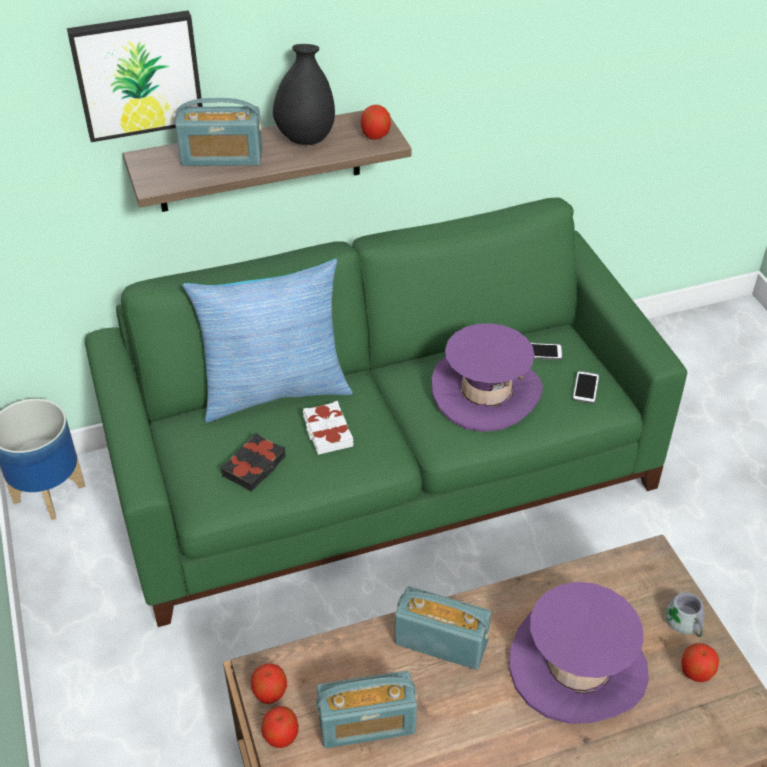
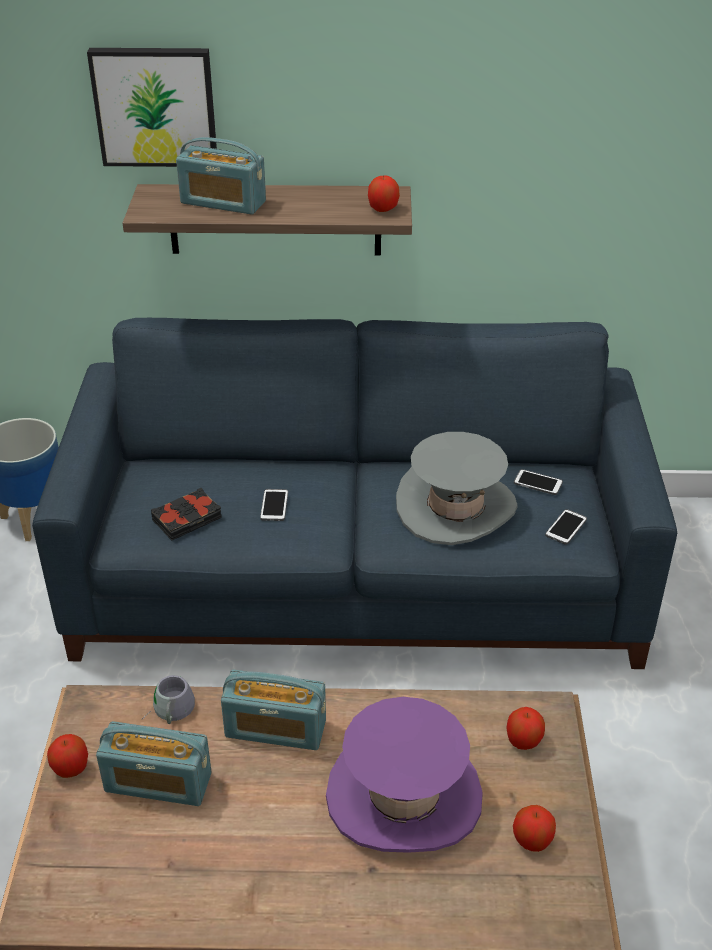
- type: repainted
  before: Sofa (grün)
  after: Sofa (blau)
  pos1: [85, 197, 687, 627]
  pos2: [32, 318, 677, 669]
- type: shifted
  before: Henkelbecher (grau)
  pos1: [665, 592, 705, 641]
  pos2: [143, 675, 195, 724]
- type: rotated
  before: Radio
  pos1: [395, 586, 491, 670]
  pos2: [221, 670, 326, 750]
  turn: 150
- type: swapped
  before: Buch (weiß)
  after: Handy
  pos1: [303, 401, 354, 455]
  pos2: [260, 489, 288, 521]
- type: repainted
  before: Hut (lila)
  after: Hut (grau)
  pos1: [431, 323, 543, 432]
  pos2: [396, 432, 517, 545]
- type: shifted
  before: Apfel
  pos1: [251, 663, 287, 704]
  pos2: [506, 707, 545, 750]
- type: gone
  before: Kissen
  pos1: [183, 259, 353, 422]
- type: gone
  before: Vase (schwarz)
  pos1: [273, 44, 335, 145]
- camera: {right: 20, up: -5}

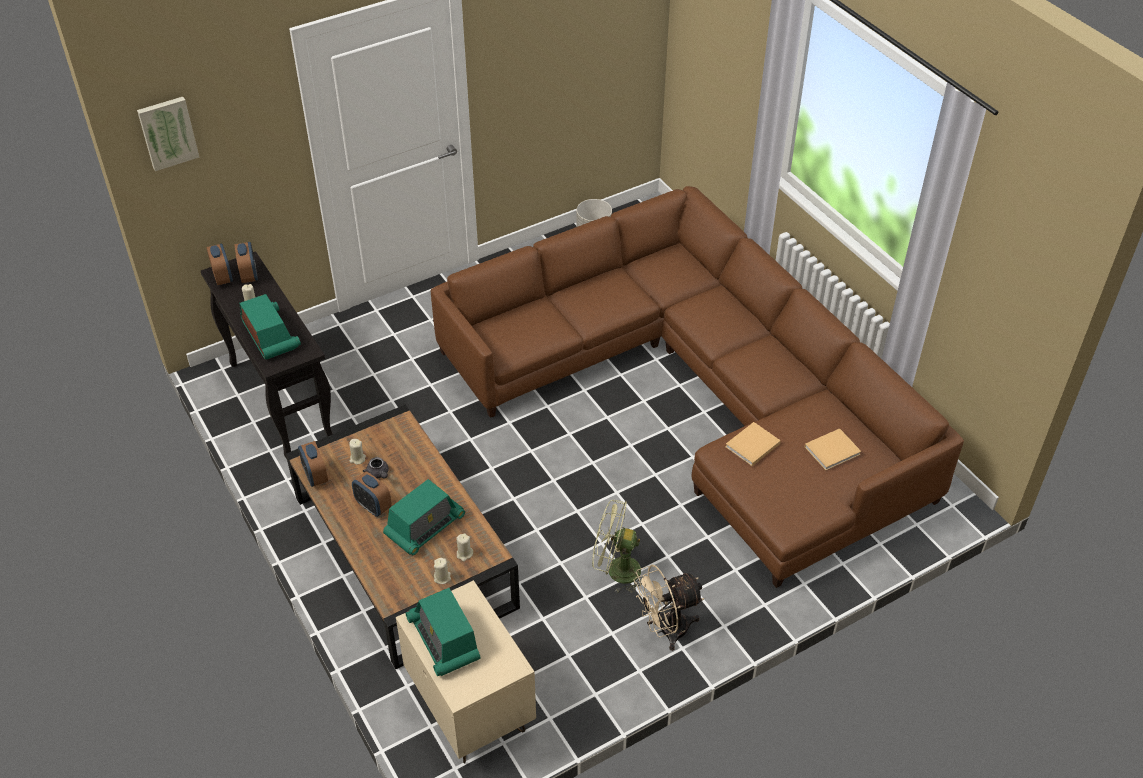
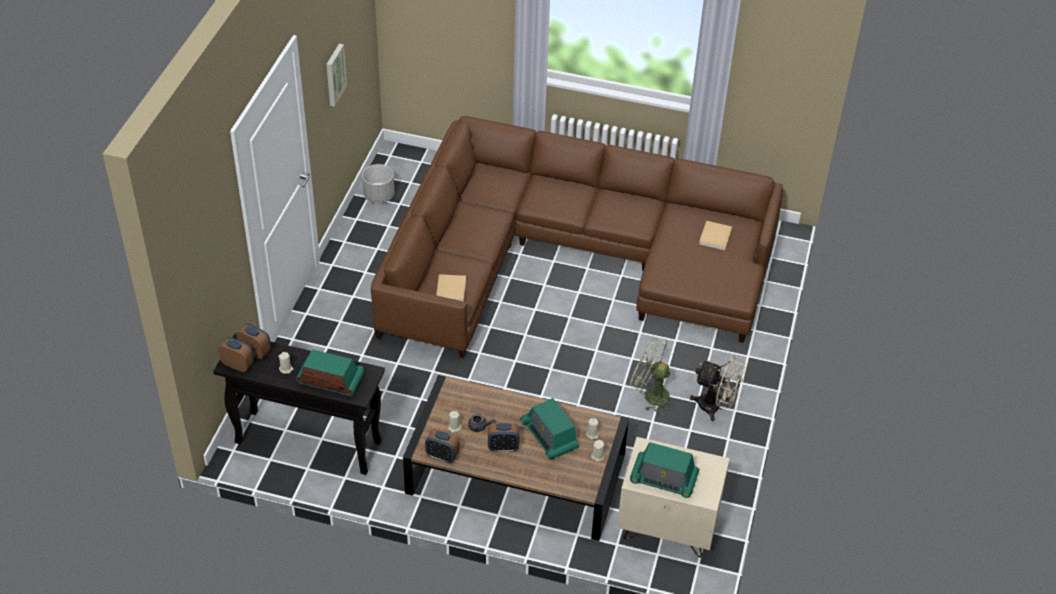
- type: shifted
  before: Bild
  pos1: [137, 97, 199, 171]
  pos2: [326, 44, 347, 107]
- type: shifted
  before: Buch (beige)
  pos1: [726, 422, 781, 466]
  pos2: [436, 274, 466, 302]
- type: rotated
  before: Radio
  pos1: [383, 479, 465, 555]
  pos2: [520, 398, 579, 459]
  turn: 150
- type: rotated
  before: Ventilator (grün)
  pos1: [592, 500, 643, 593]
  pos2: [630, 338, 674, 413]
  turn: 60
- type: rotated
  before: Ventilator (beige)
  pos1: [634, 564, 704, 651]
  pos2: [690, 356, 746, 421]
  turn: -90
- camera: {right: -45, up: 0}

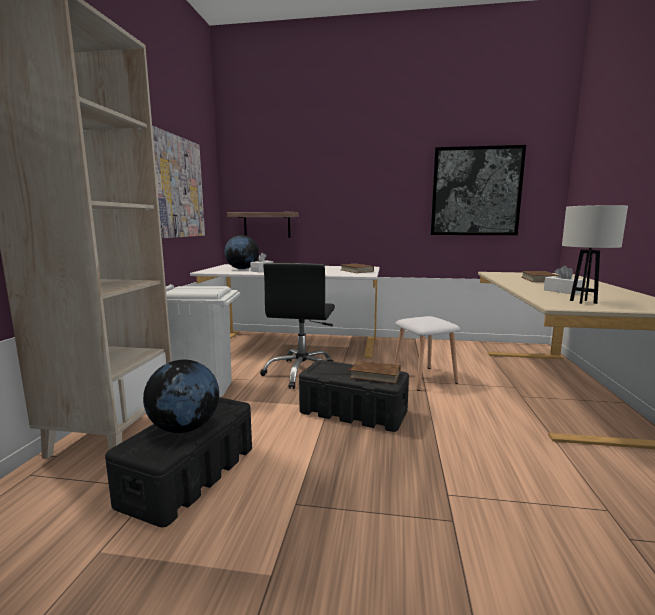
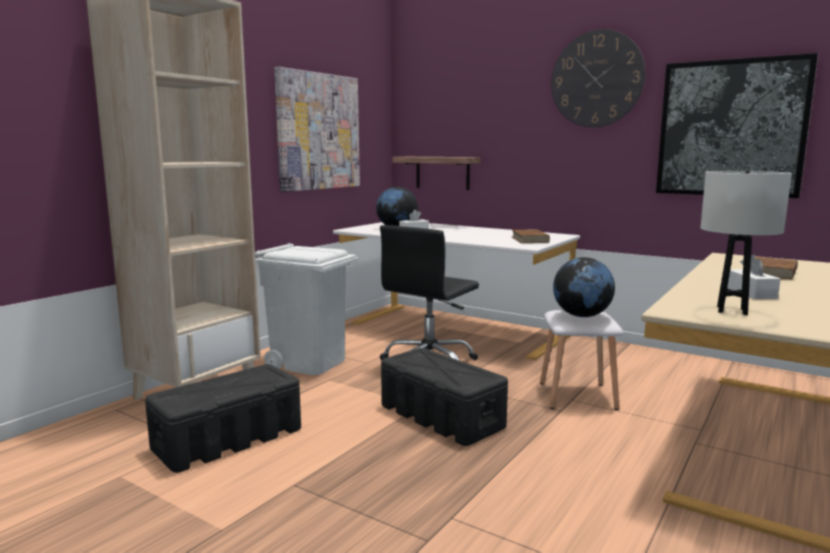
- type: new
  after: Wanduhr
  pos2: [551, 29, 645, 127]
- type: shifted
  before: Globus
  pos1: [143, 360, 219, 433]
  pos2: [553, 257, 615, 317]
- type: gone
  before: Buch (braun)
  pos1: [348, 360, 401, 384]
- camera: {right: 25, up: 0}

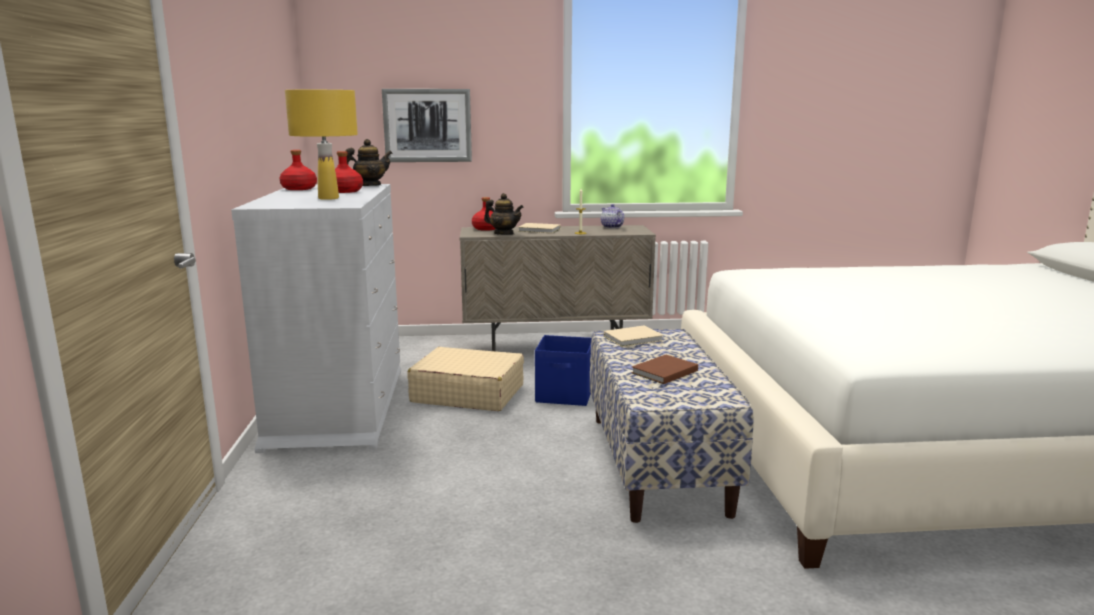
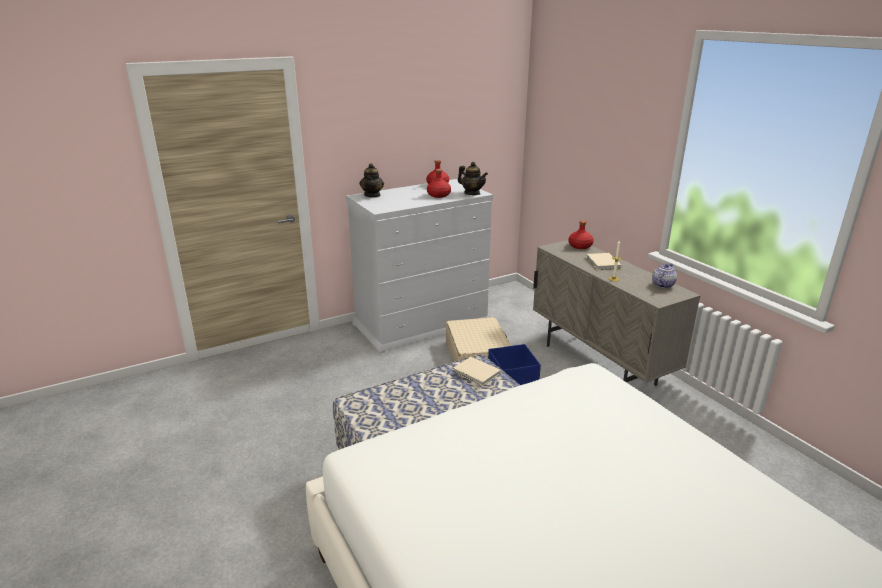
- type: shifted
  before: Teekanne
  pos1: [484, 193, 524, 235]
  pos2: [360, 163, 384, 198]
- type: gone
  before: Tischlampe (gelb)
  pos1: [285, 90, 358, 200]
- type: gone
  before: Bild
  pos1: [382, 89, 472, 162]
- type: gone
  before: Buch (braun)
  pos1: [631, 355, 698, 384]
- camera: {right: 65, up: 10}

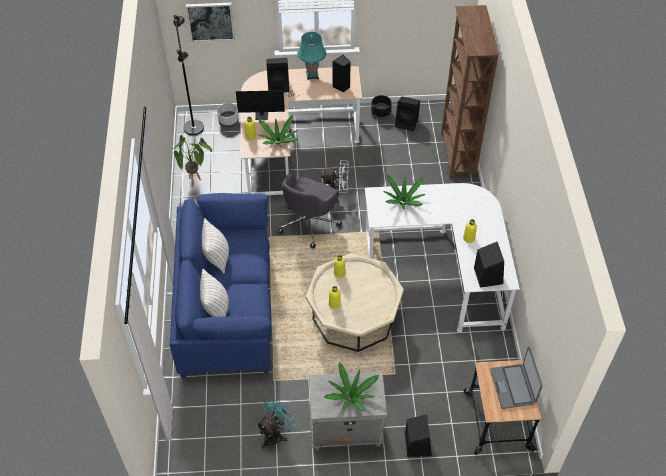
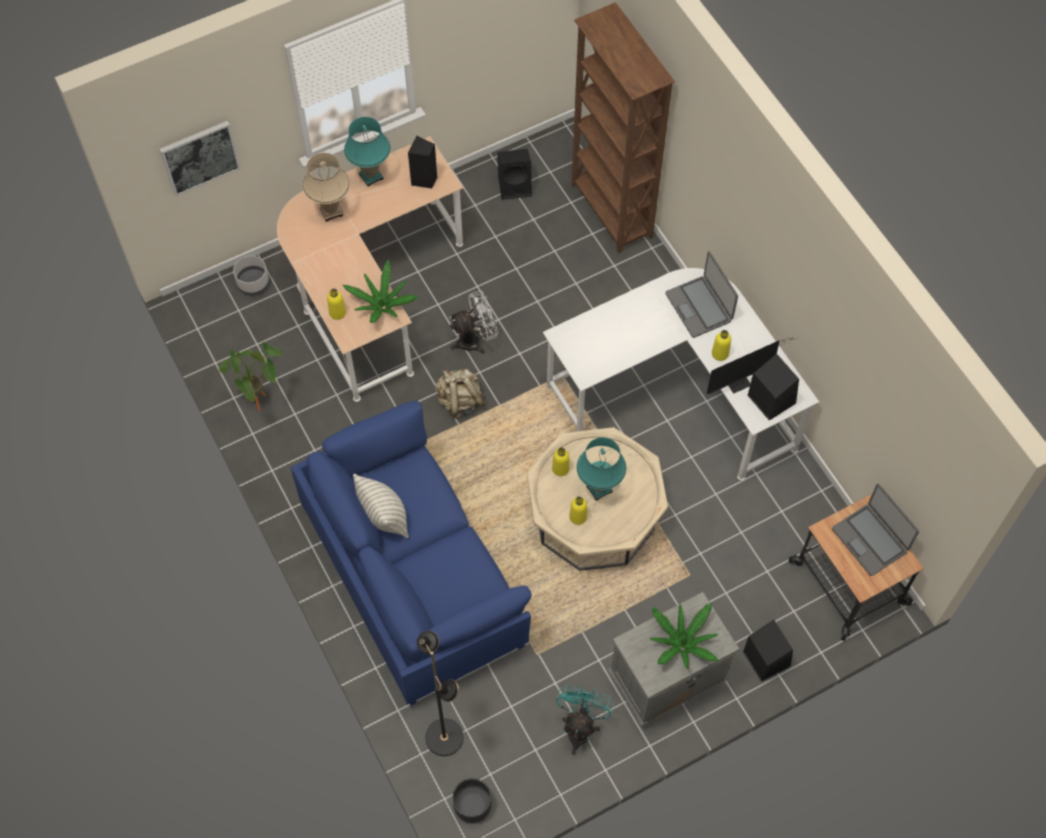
- type: swapped
  before: Lautsprecher (schwarz)
  after: Tischlampe (beige)
  pos1: [266, 58, 289, 92]
  pos2: [303, 153, 350, 222]
- type: shifted
  before: Stehlampe (schwarz)
  pos1: [173, 14, 204, 135]
  pos2: [417, 631, 463, 756]
- type: swapped
  before: Bürostuhl (grau)
  after: Rucksack (beige)
  pos1: [278, 172, 342, 249]
  pos2: [435, 368, 486, 418]
- type: shifted
  before: Pflanzkübel (schwarz)
  pos1: [371, 95, 392, 120]
  pos2: [452, 778, 492, 824]
- type: new
  after: Tischlampe (türkis)
  pos2: [577, 437, 626, 501]
- type: new
  after: Laptop
  pos2: [665, 251, 738, 338]
- type: shifted
  before: Monitor
  pos1: [236, 90, 298, 120]
  pos2: [707, 336, 800, 394]
- type: gone
  before: Kissen
  pos1: [200, 269, 229, 317]
- type: gone
  before: Topfpflanze
  pos1: [383, 174, 425, 209]
- camera: {right: -25, up: 10}

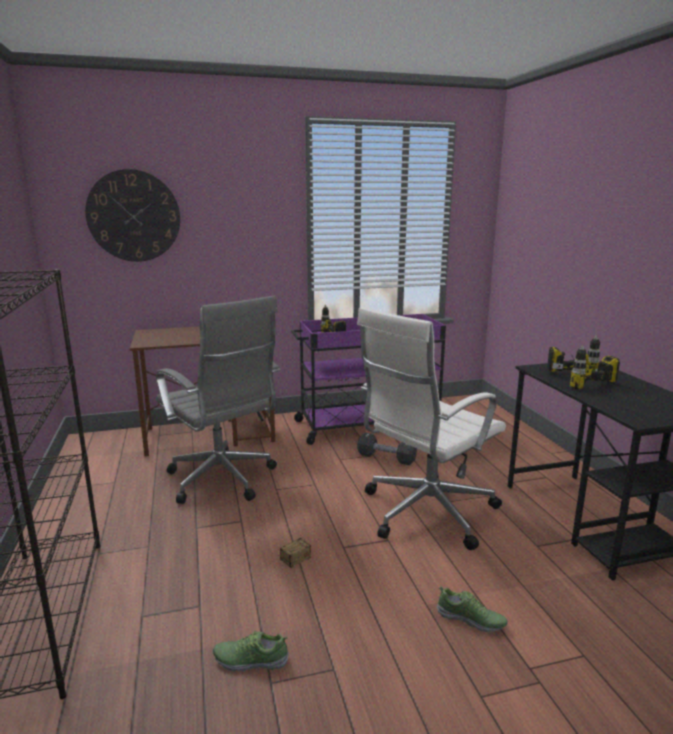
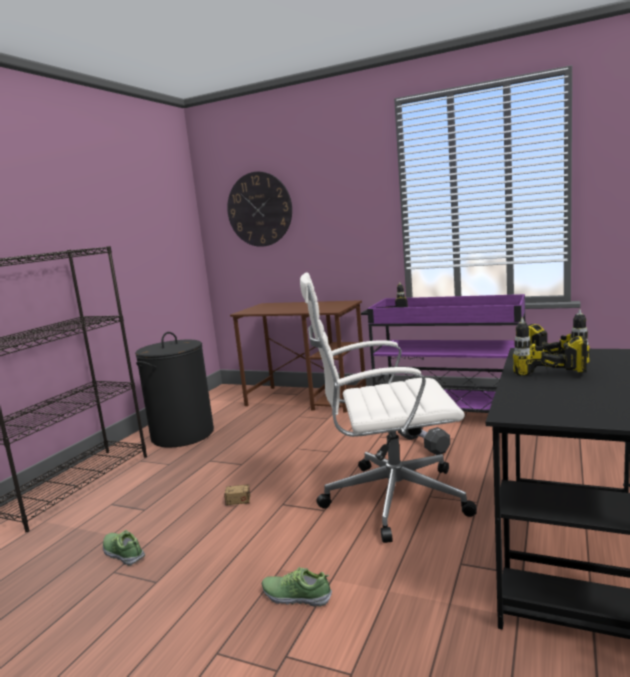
- type: new
  after: Wäschekorb (schwarz)
  pos2: [135, 332, 214, 448]
- type: rotated
  before: Schuh
  pos1: [437, 586, 508, 632]
  pos2: [262, 567, 332, 607]
  turn: 135
- type: gone
  before: Bürostuhl (grau)
  pos1: [156, 296, 281, 504]
- camera: {right: 40, up: -5}

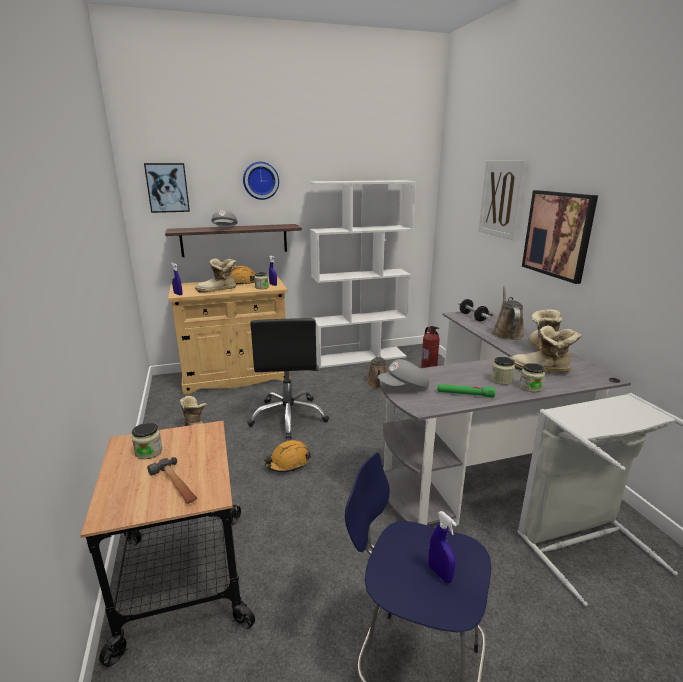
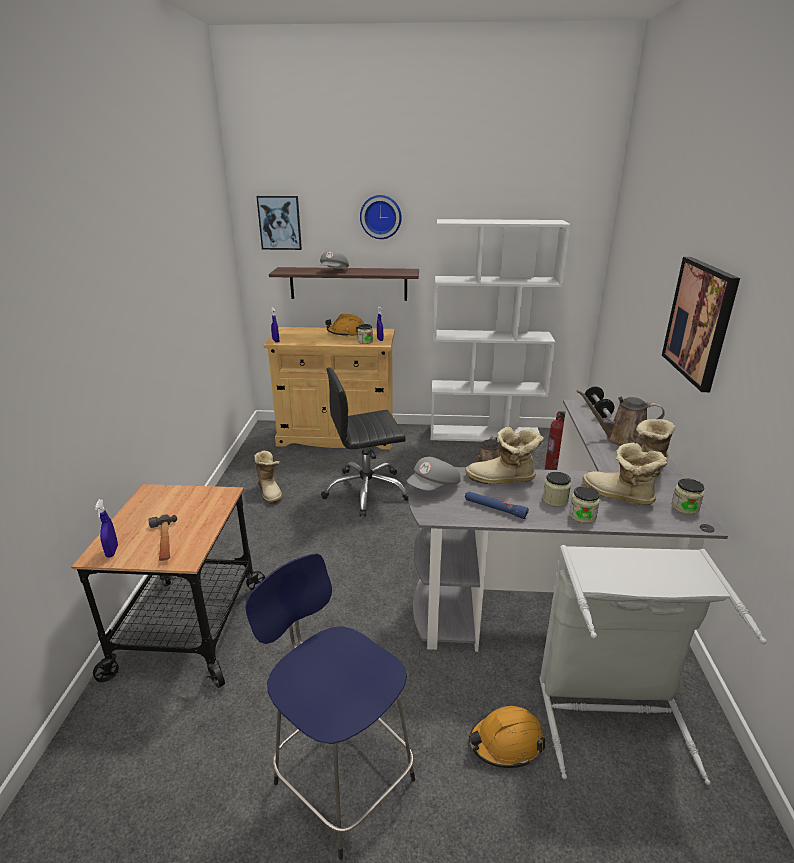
- type: shifted
  before: Sprühflasche (blau)
  pos1: [428, 511, 457, 583]
  pos2: [95, 499, 118, 558]
- type: rotated
  before: Bürostuhl (schwarz)
  pos1: [247, 318, 329, 439]
  pos2: [321, 367, 408, 517]
  turn: 60
- type: rotated
  before: Kappe (grau)
  pos1: [378, 359, 429, 388]
  pos2: [407, 457, 460, 491]
  turn: -45
- type: shifted
  before: Stiefel
  pos1: [195, 259, 237, 293]
  pos2: [465, 427, 544, 484]
- type: repainted
  before: Taschenlampe (grün)
  after: Taschenlampe (blau)
  pos1: [437, 384, 495, 397]
  pos2: [465, 492, 529, 519]
- type: shifted
  before: Schutzhelm (orange)
  pos1: [264, 440, 311, 472]
  pos2: [469, 706, 545, 768]
- type: rotated
  before: Gießkanne (braun)
  pos1: [492, 286, 524, 340]
  pos2: [576, 390, 665, 446]
  turn: -105
- type: shifted
  before: Vorratsglas
  pos1: [132, 423, 163, 459]
  pos2: [671, 479, 704, 514]
- type: gone
  before: Bild
  pos1: [479, 160, 526, 240]
- camera: {right: 20, up: 5}

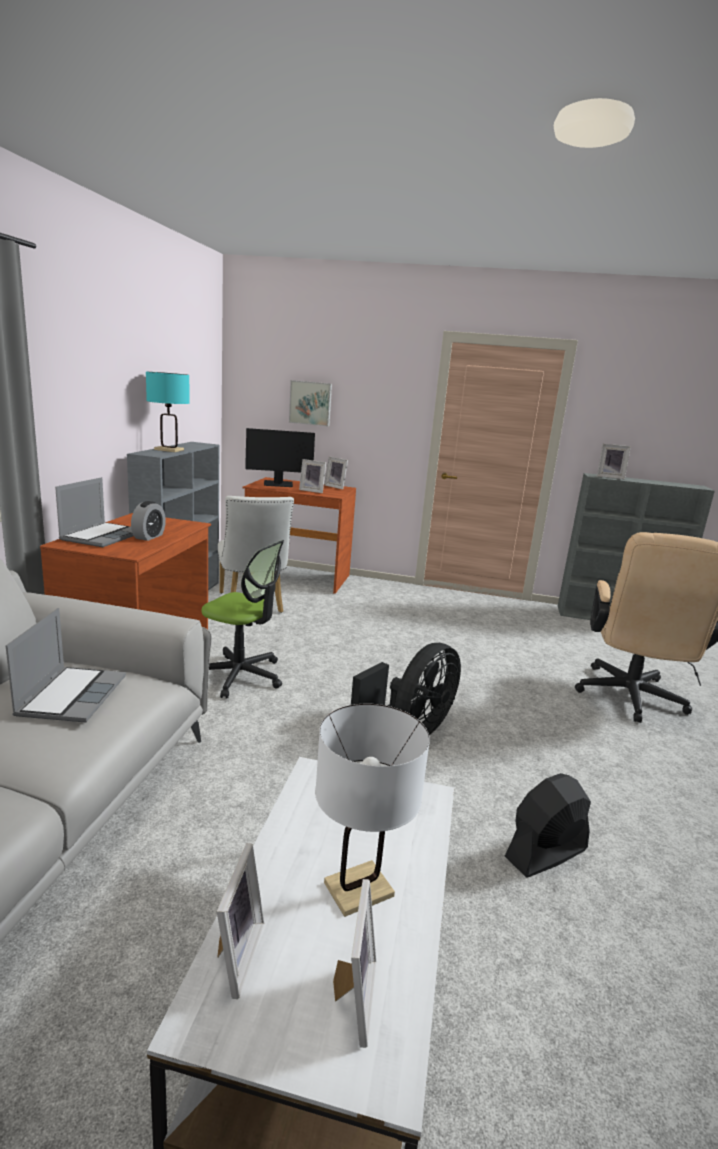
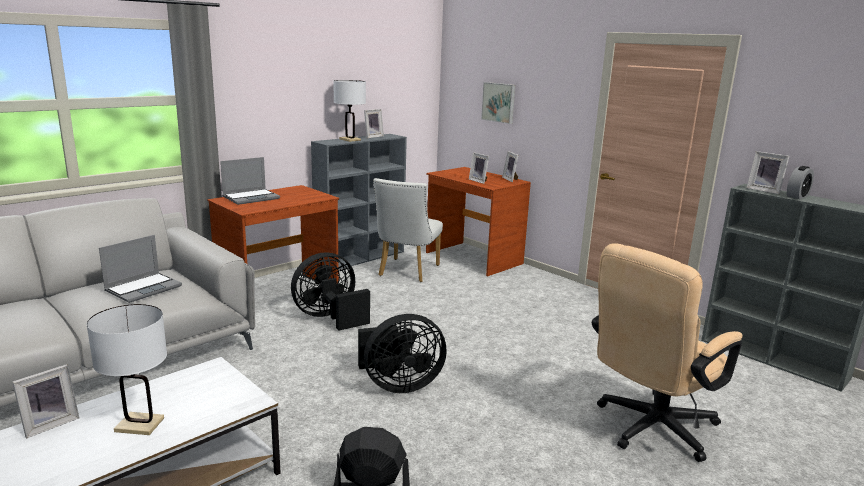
- type: swapped
  before: Bürostuhl
  after: Ventilator (schwarz)
  pos1: [201, 540, 284, 699]
  pos2: [291, 252, 370, 331]
- type: repainted
  before: Tischlampe (türkis)
  after: Tischlampe (weiß)
  pos1: [146, 372, 190, 452]
  pos2: [333, 80, 366, 142]
- type: shifted
  before: Bilderrahmen
  pos1: [333, 879, 376, 1048]
  pos2: [364, 109, 384, 138]
- type: shifted
  before: Wecker
  pos1: [131, 501, 166, 541]
  pos2: [787, 166, 814, 199]
- type: gone
  before: Monitor
  pos1: [245, 428, 315, 487]
- camera: {right: 35, up: 0}

